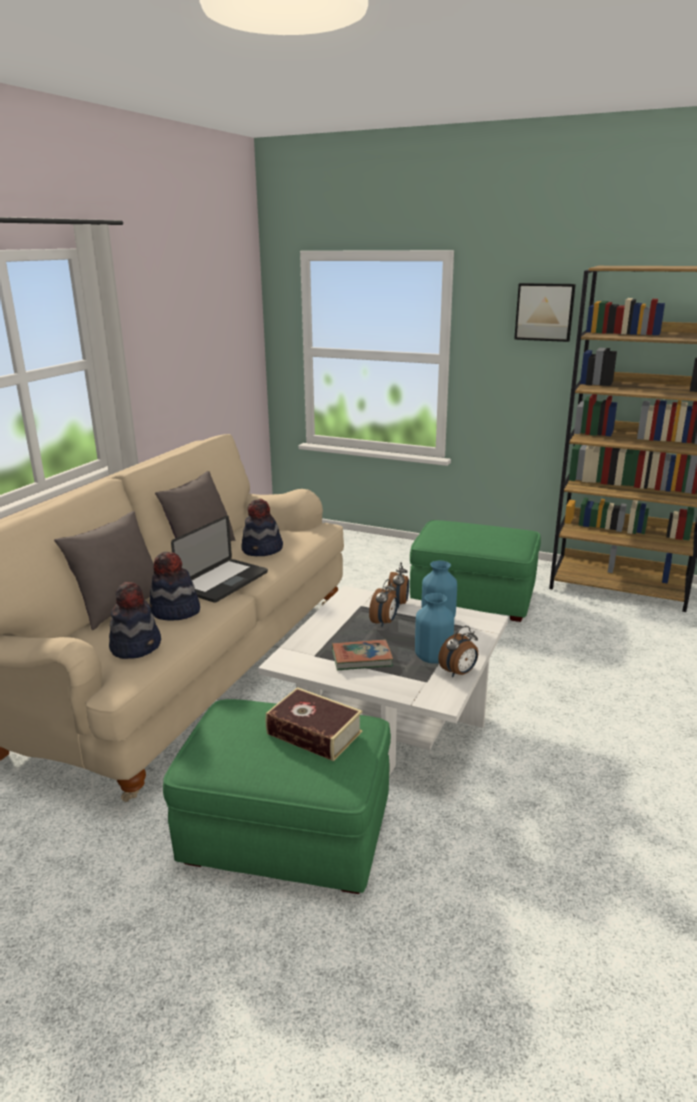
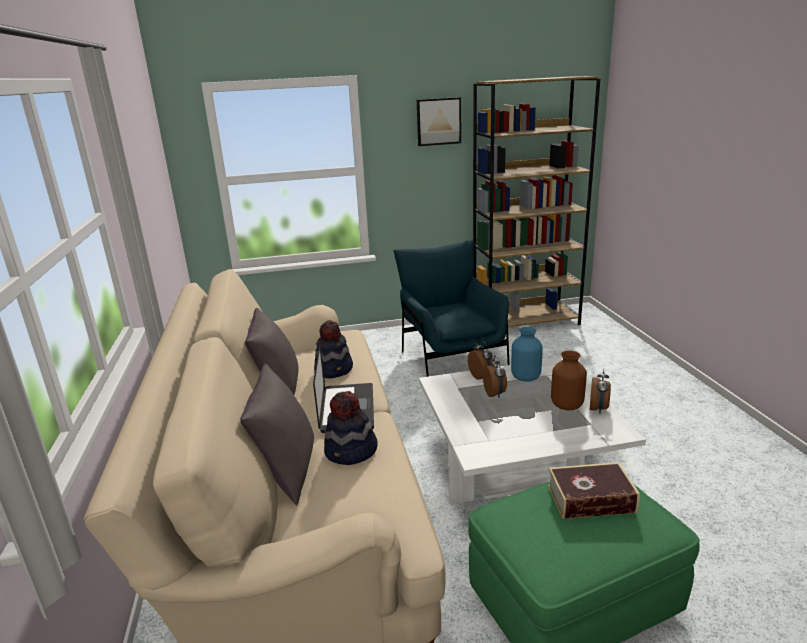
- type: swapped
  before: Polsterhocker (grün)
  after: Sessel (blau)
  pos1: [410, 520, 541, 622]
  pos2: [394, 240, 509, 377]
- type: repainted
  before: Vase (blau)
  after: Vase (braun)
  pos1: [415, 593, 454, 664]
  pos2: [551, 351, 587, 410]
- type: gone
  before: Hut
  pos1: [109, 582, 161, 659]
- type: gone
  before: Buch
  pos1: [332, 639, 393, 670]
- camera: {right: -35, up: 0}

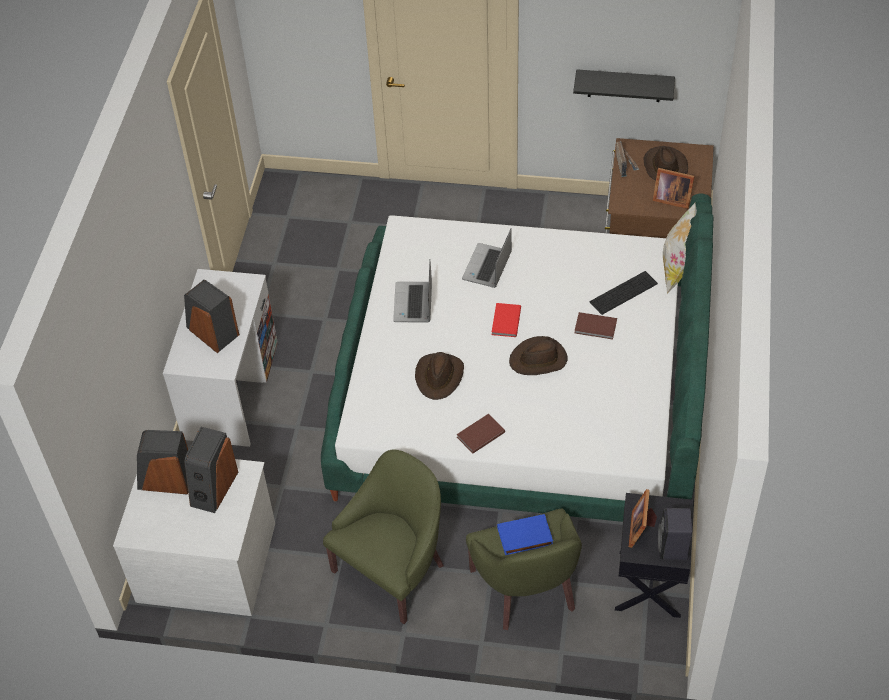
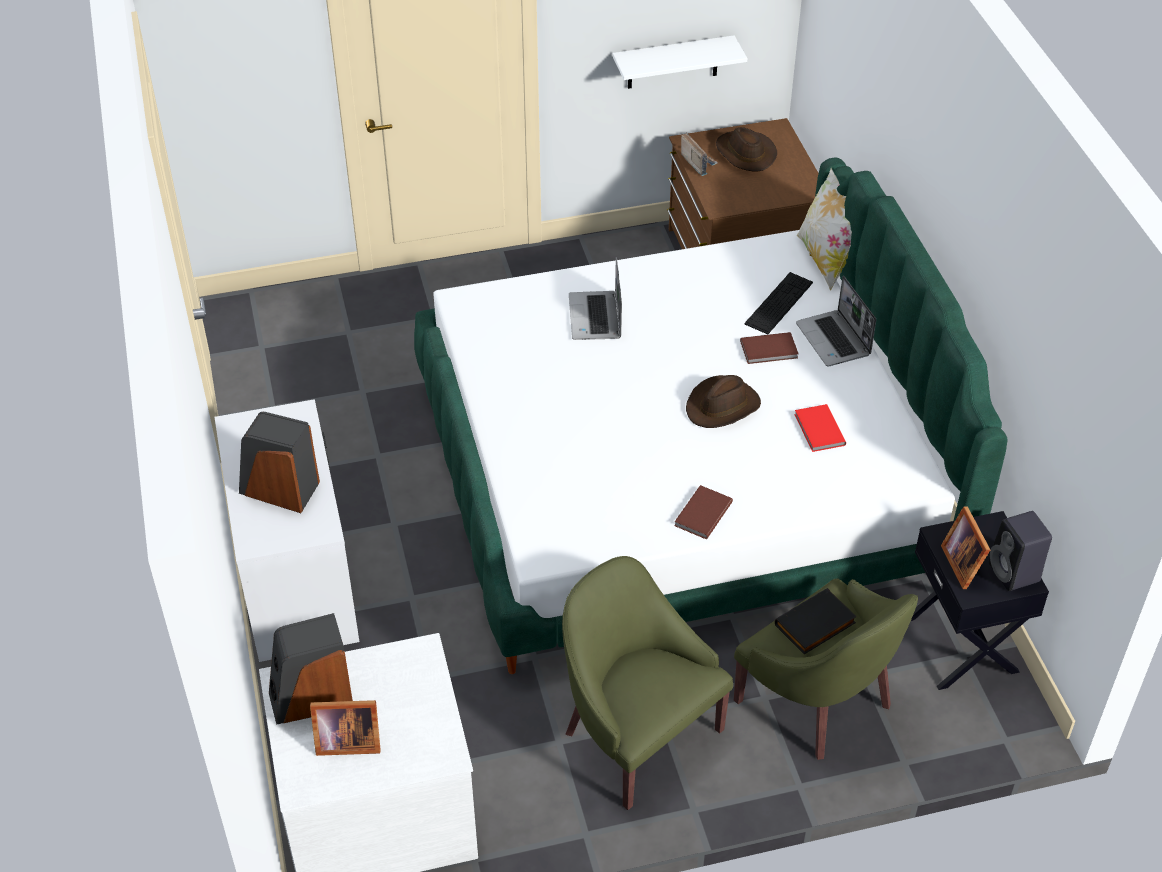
- type: shifted
  before: Bilderrahmen
  pos1: [653, 168, 695, 209]
  pos2: [310, 700, 381, 756]
- type: rotated
  before: Sessel (grün)
  pos1: [323, 450, 444, 624]
  pos2: [562, 556, 733, 810]
  turn: -60
- type: repainted
  before: Wandregal (schwarz)
  after: Wandregal (weiß)
  pos1: [573, 69, 675, 102]
  pos2: [613, 35, 747, 89]
- type: repainted
  before: Buch (blau)
  after: Buch (schwarz)
  pos1: [497, 514, 553, 555]
  pos2: [775, 588, 857, 654]
- type: shifted
  before: Buch (rot)
  pos1: [492, 303, 521, 337]
  pos2: [794, 404, 846, 452]
- type: shifted
  before: Laptop
  pos1: [393, 261, 432, 323]
  pos2: [796, 276, 876, 366]
- type: gone
  before: Lautsprecher
  pos1: [185, 427, 238, 513]
- type: gone
  before: Hut (braun)
  pos1: [415, 352, 464, 400]
- camera: {right: -25, up: -5}

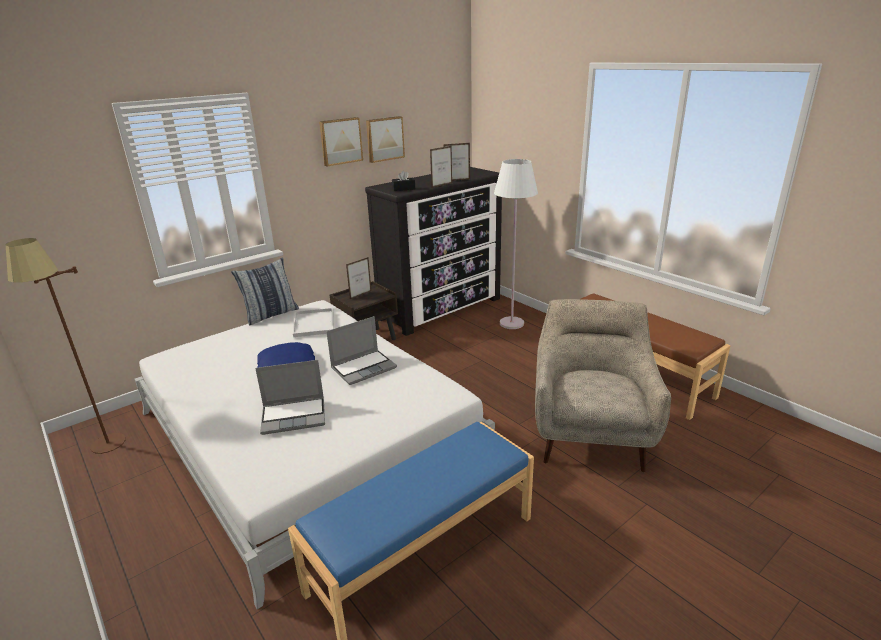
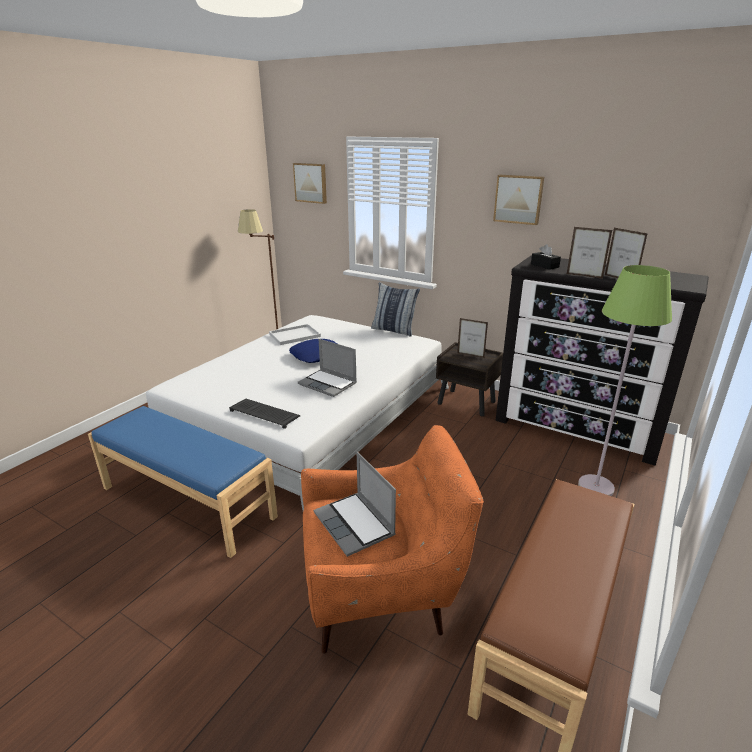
- type: new
  after: Tastatur
  pos2: [229, 399, 301, 429]
- type: shifted
  before: Tablett (weiß)
  pos1: [293, 308, 334, 337]
  pos2: [269, 324, 321, 345]
- type: shifted
  before: Bild
  pos1: [366, 116, 405, 163]
  pos2: [293, 163, 327, 204]
- type: repainted
  before: Sessel (beige)
  after: Sessel (orange)
  pos1: [535, 299, 671, 472]
  pos2: [301, 425, 484, 653]
- type: shifted
  before: Laptop
  pos1: [255, 360, 325, 435]
  pos2: [314, 452, 396, 557]
- type: repainted
  before: Stehlampe (weiß)
  after: Stehlampe (grün)
  pos1: [494, 159, 538, 329]
  pos2: [578, 265, 672, 496]
- camera: {right: 70, up: 0}

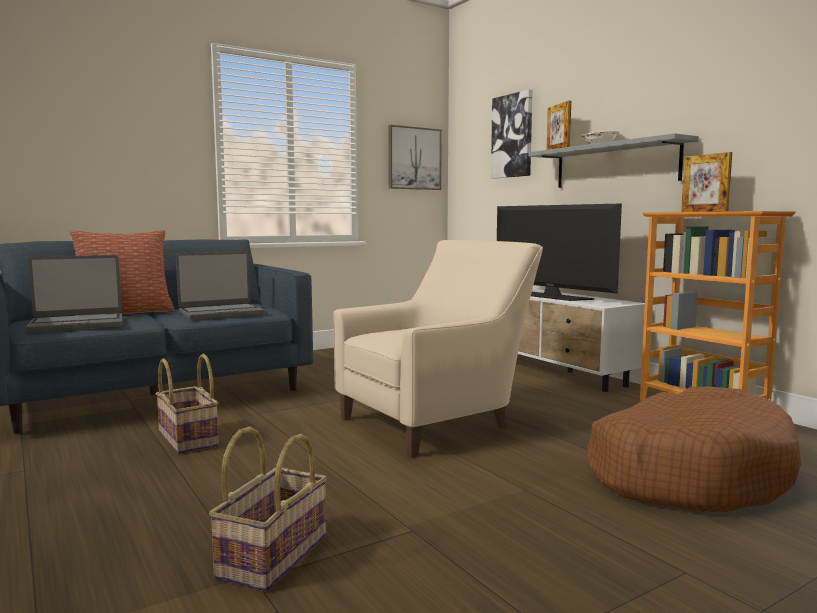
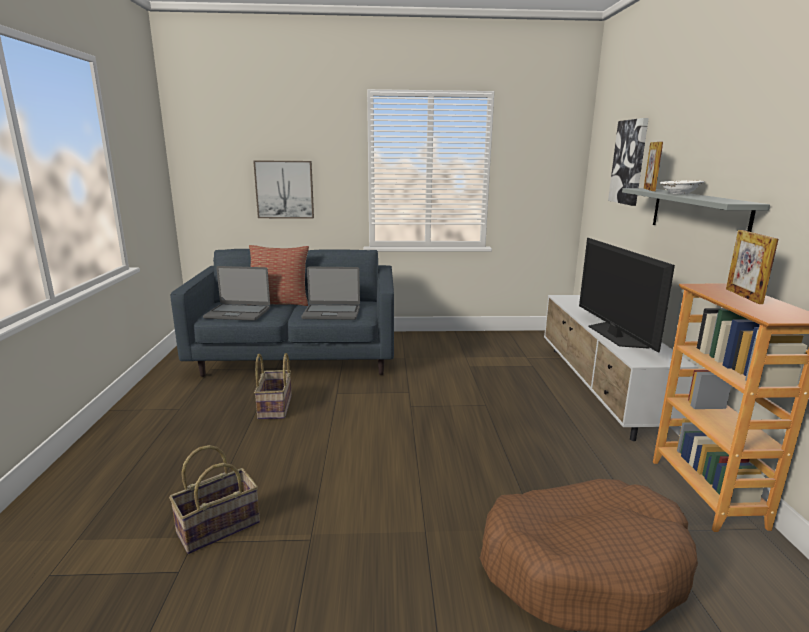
- type: shifted
  before: Bild
  pos1: [388, 125, 442, 190]
  pos2: [253, 160, 314, 219]
- type: gone
  before: Sessel (beige)
  pos1: [333, 240, 543, 458]
- camera: {right: 30, up: 10}

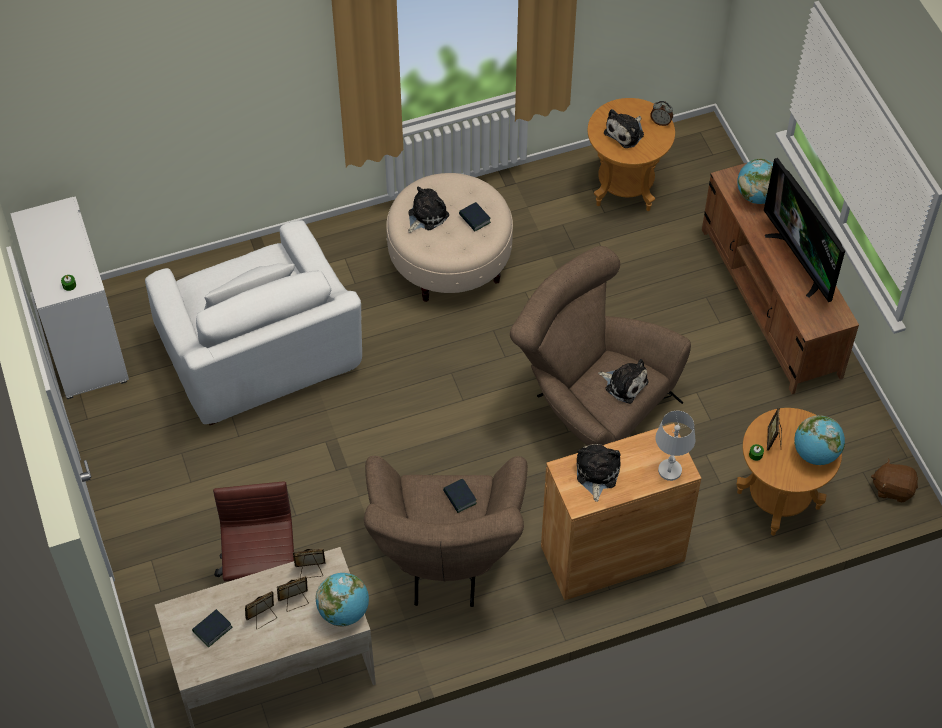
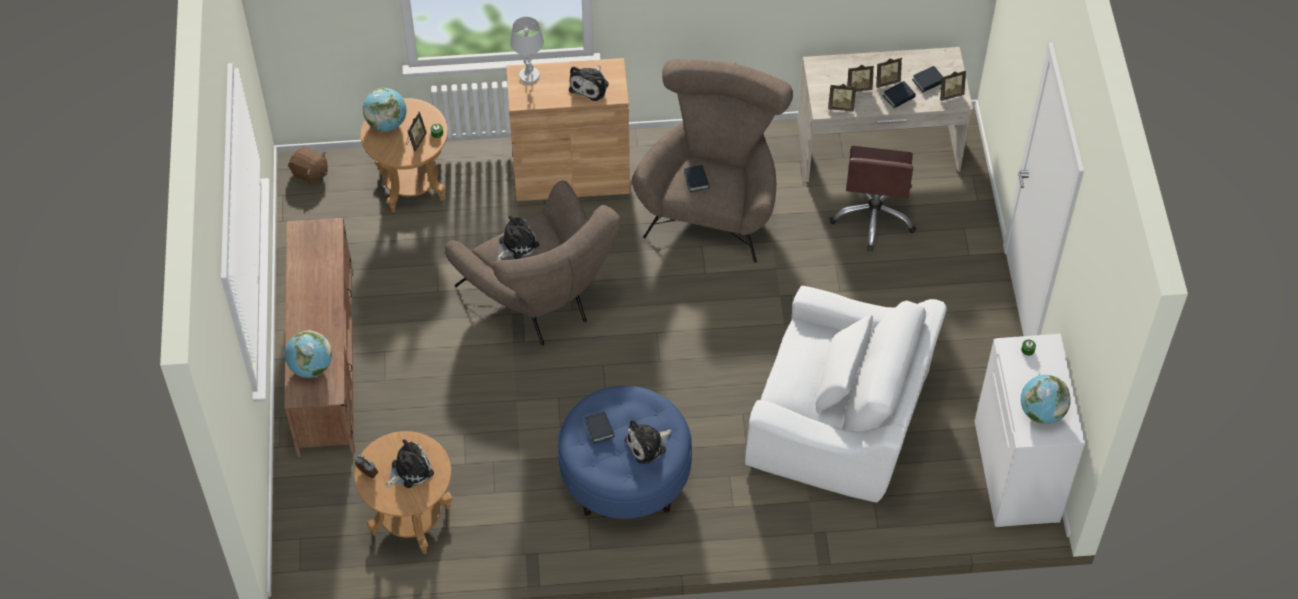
- type: rotated
  before: Plüschtier
  pos1: [598, 359, 649, 404]
  pos2: [497, 215, 539, 261]
  turn: 90
- type: repainted
  before: Polsterhocker (beige)
  after: Polsterhocker (blau)
  pos1: [386, 173, 513, 302]
  pos2: [558, 386, 692, 519]
- type: rotated
  before: Sessel (weiß)
  pos1: [145, 220, 362, 425]
  pos2: [745, 286, 947, 503]
  turn: 120
- type: new
  after: Buch
  pos2: [883, 81, 916, 108]
- type: new
  after: Bilderrahmen
  pos2: [939, 70, 966, 101]
- type: shifted
  before: Globus
  pos1: [316, 573, 369, 626]
  pos2: [1021, 375, 1071, 424]
- type: gone
  before: Fernseher
  pos1: [764, 158, 845, 302]
- camera: {right: -165, up: 0}

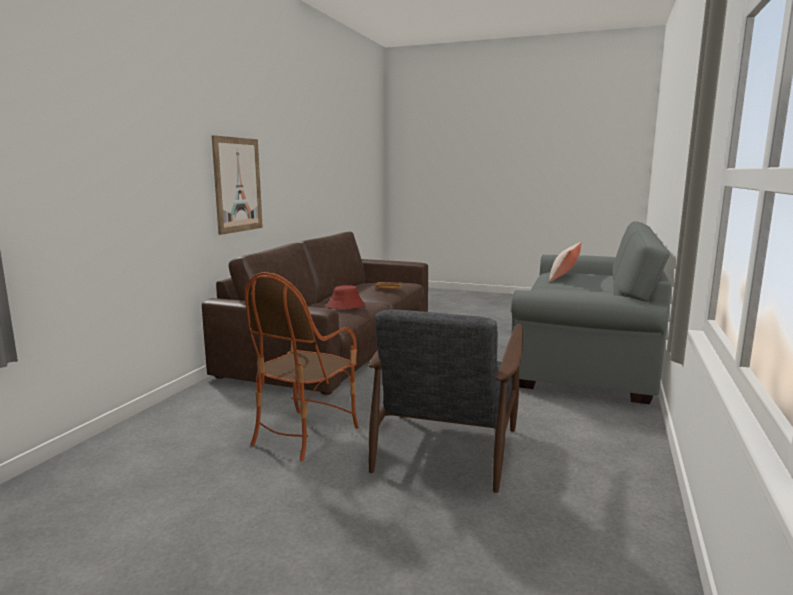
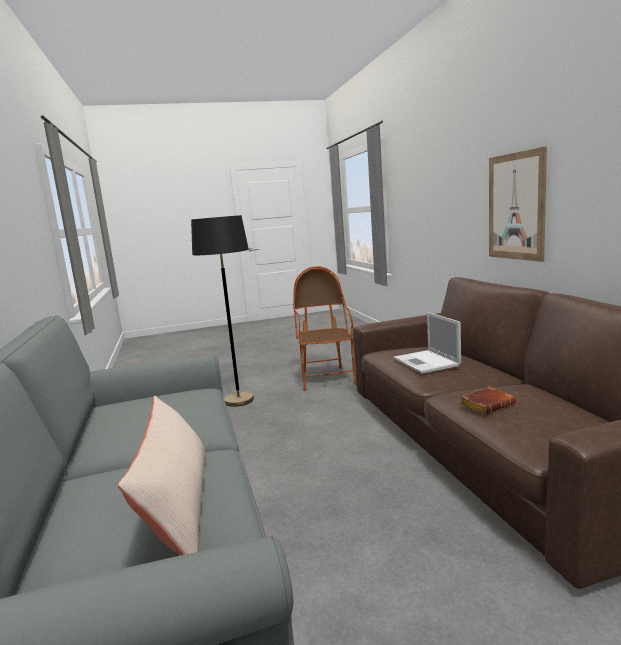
- type: swapped
  before: Sessel (grau)
  after: Stehlampe (schwarz)
  pos1: [369, 310, 523, 493]
  pos2: [191, 215, 254, 407]
- type: swapped
  before: Hut (rot)
  after: Laptop
  pos1: [326, 285, 365, 309]
  pos2: [393, 312, 461, 374]
- camera: {right: 145, up: 0}

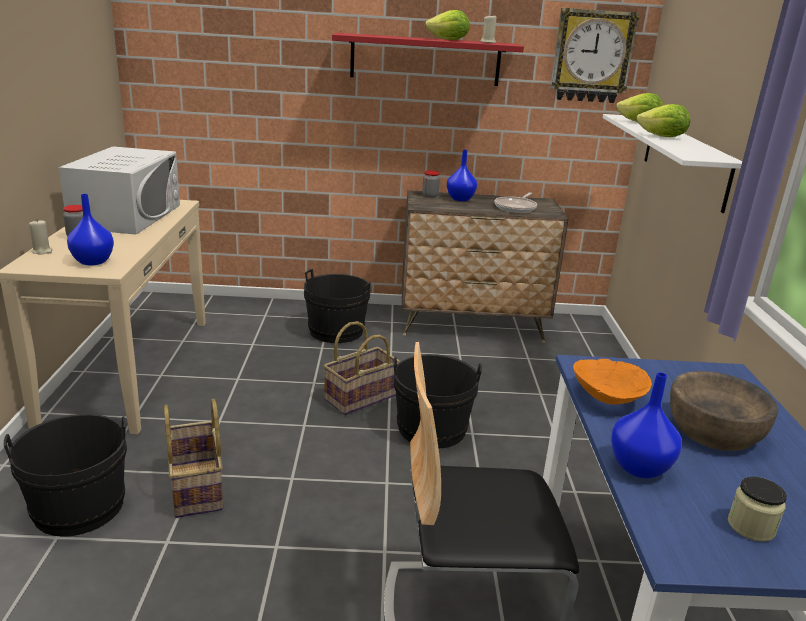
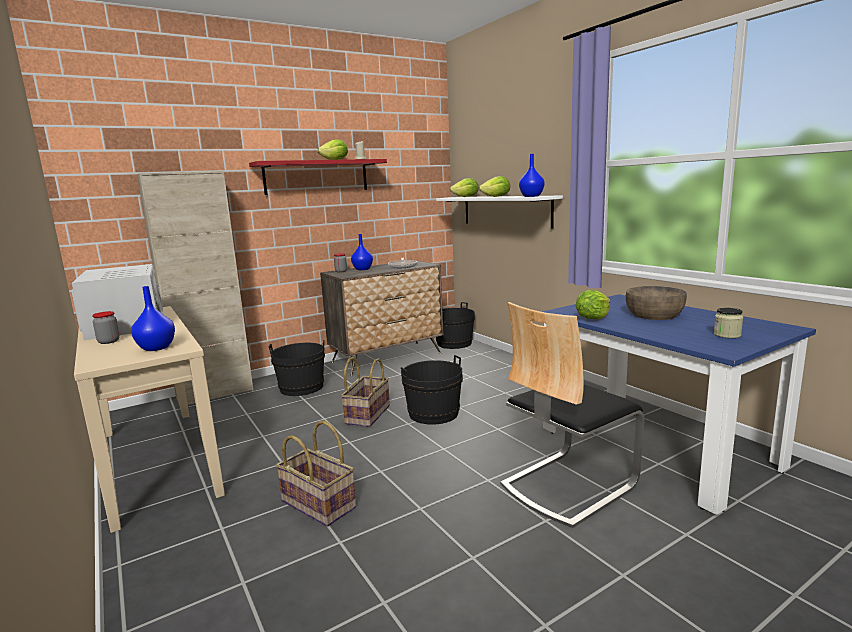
- type: new
  after: Schrank (beige)
  pos2: [137, 171, 253, 406]
- type: shifted
  before: Eimer (schwarz)
  pos1: [4, 414, 127, 537]
  pos2: [436, 302, 475, 349]
- type: shifted
  before: Vase (blau)
  pos1: [611, 372, 682, 479]
  pos2: [519, 154, 545, 197]
- type: swapped
  before: Schüssel (orange)
  after: Salatkopf
  pos1: [573, 359, 652, 405]
  pos2: [576, 290, 610, 319]
- type: gone
  before: Kerze (beige)
  pos1: [29, 220, 53, 255]
- type: gone
  before: Wanduhr
  pos1: [550, 8, 640, 103]
- camera: {right: -30, up: -10}

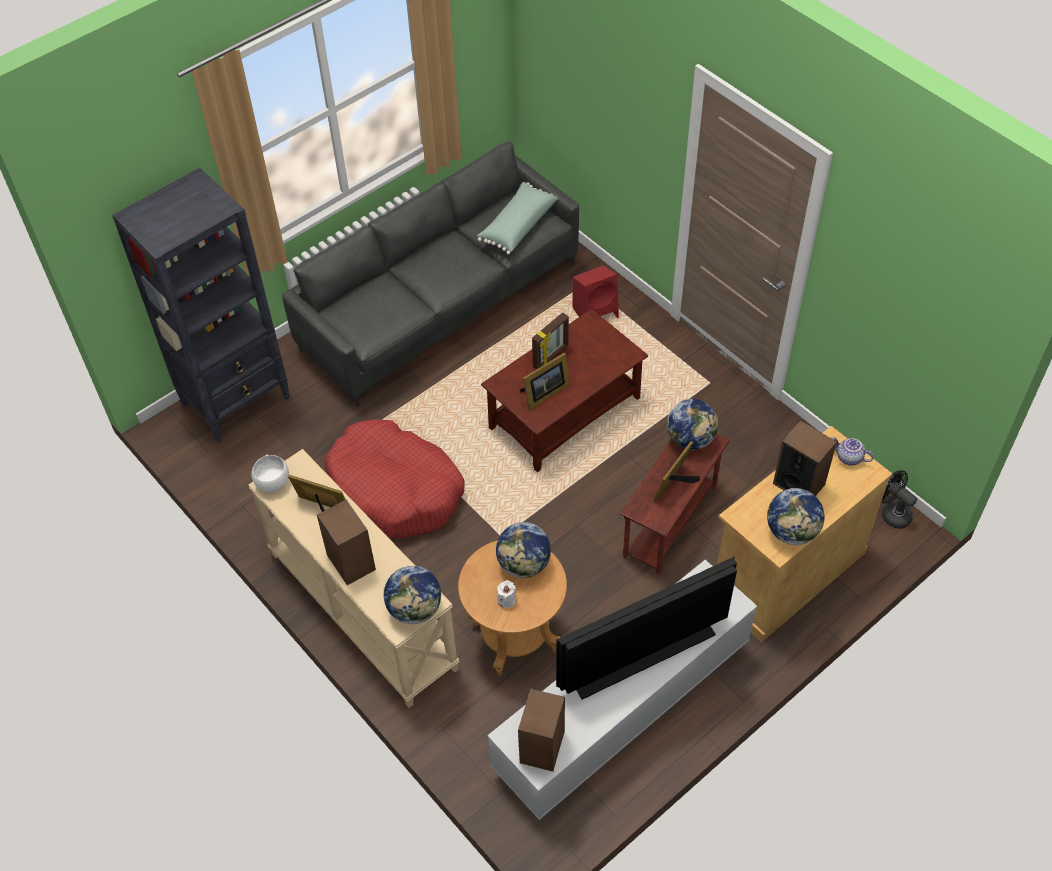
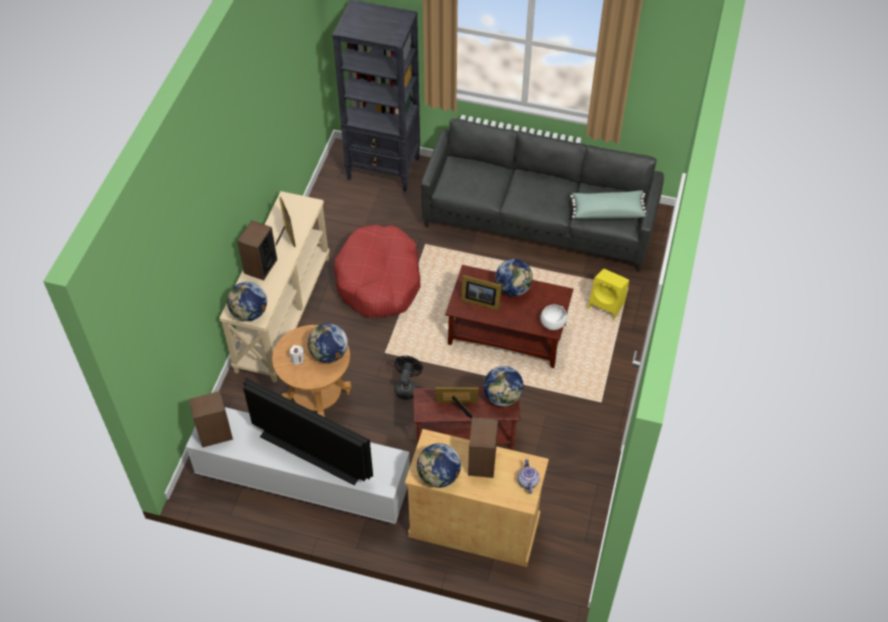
- type: shifted
  before: Ventilator (schwarz)
  pos1: [881, 470, 917, 529]
  pos2: [394, 356, 423, 400]
- type: swapped
  before: Bilderrahmen
  after: Globus
  pos1: [532, 312, 569, 369]
  pos2: [495, 259, 533, 297]
- type: shifted
  before: Schüssel (weiß)
  pos1: [251, 454, 289, 492]
  pos2: [540, 305, 567, 330]
- type: repainted
  before: Lautsprecher (rot)
  after: Lautsprecher (gelb)
  pos1: [573, 265, 619, 318]
  pos2: [588, 269, 629, 321]
- camera: {right: 55, up: 0}

